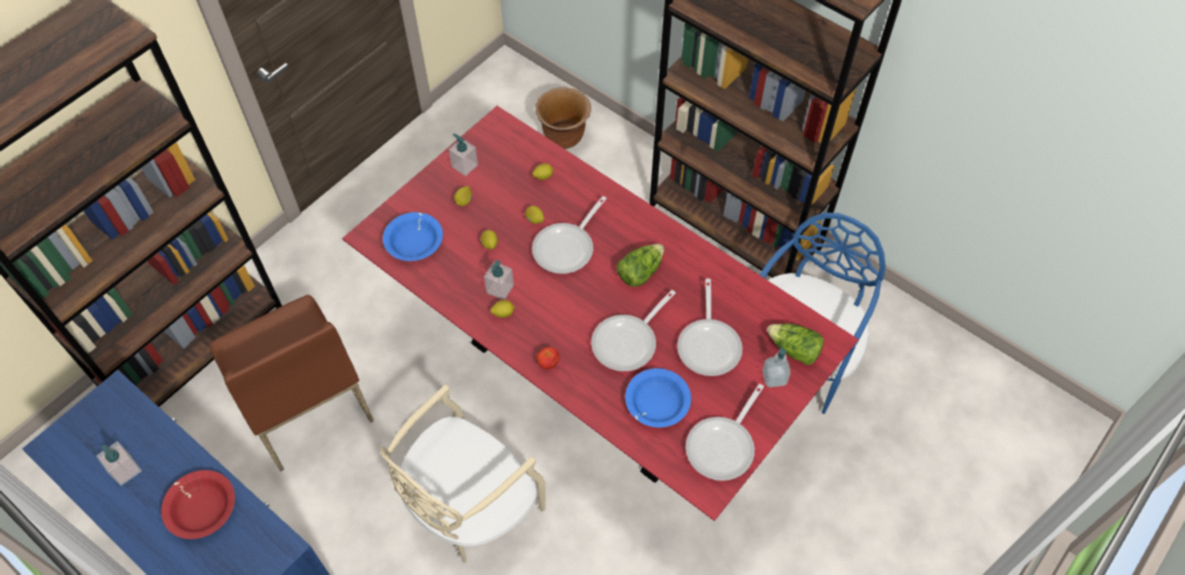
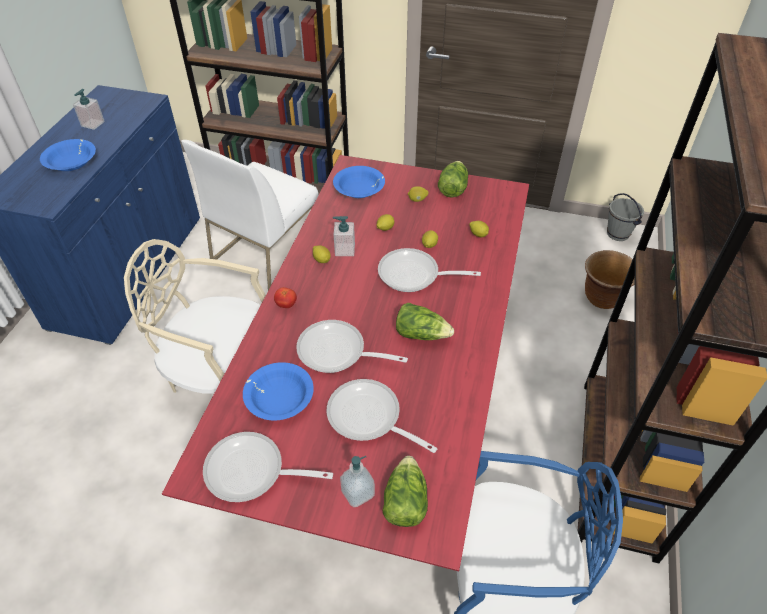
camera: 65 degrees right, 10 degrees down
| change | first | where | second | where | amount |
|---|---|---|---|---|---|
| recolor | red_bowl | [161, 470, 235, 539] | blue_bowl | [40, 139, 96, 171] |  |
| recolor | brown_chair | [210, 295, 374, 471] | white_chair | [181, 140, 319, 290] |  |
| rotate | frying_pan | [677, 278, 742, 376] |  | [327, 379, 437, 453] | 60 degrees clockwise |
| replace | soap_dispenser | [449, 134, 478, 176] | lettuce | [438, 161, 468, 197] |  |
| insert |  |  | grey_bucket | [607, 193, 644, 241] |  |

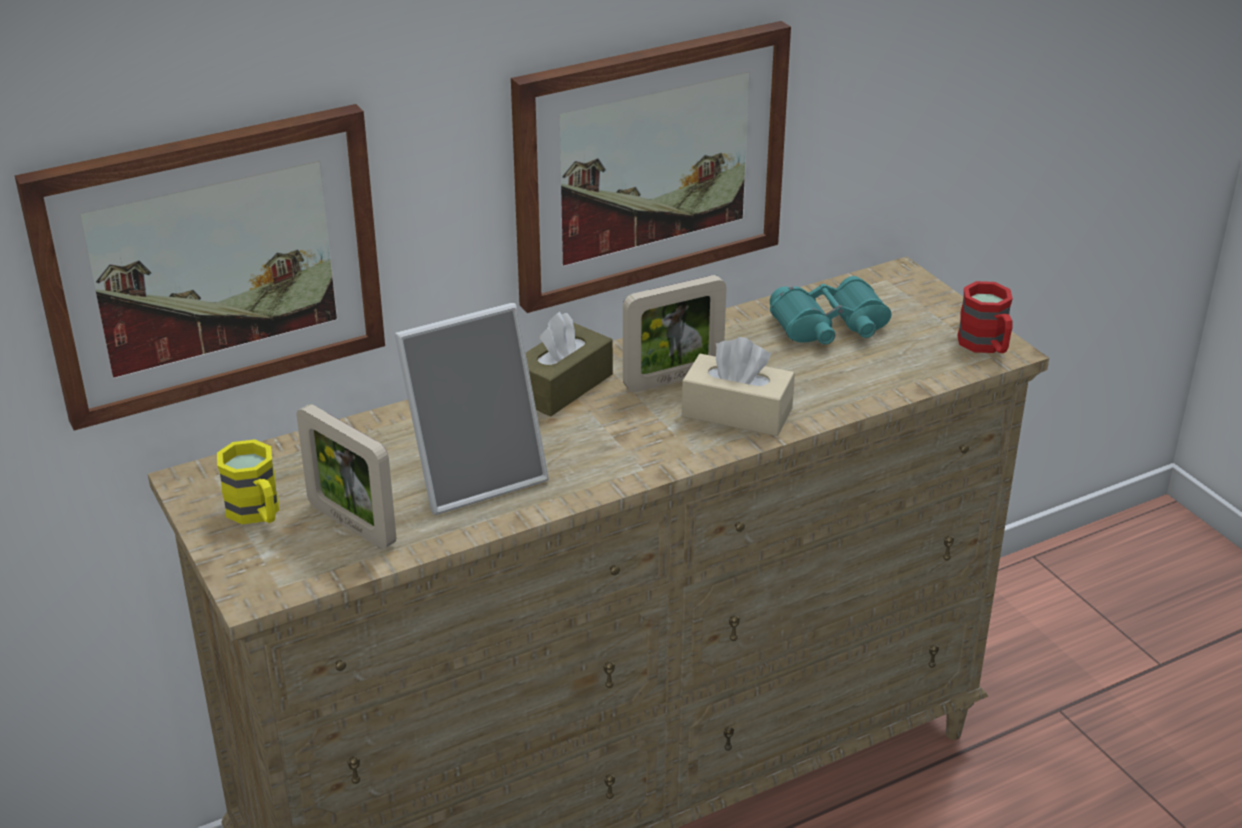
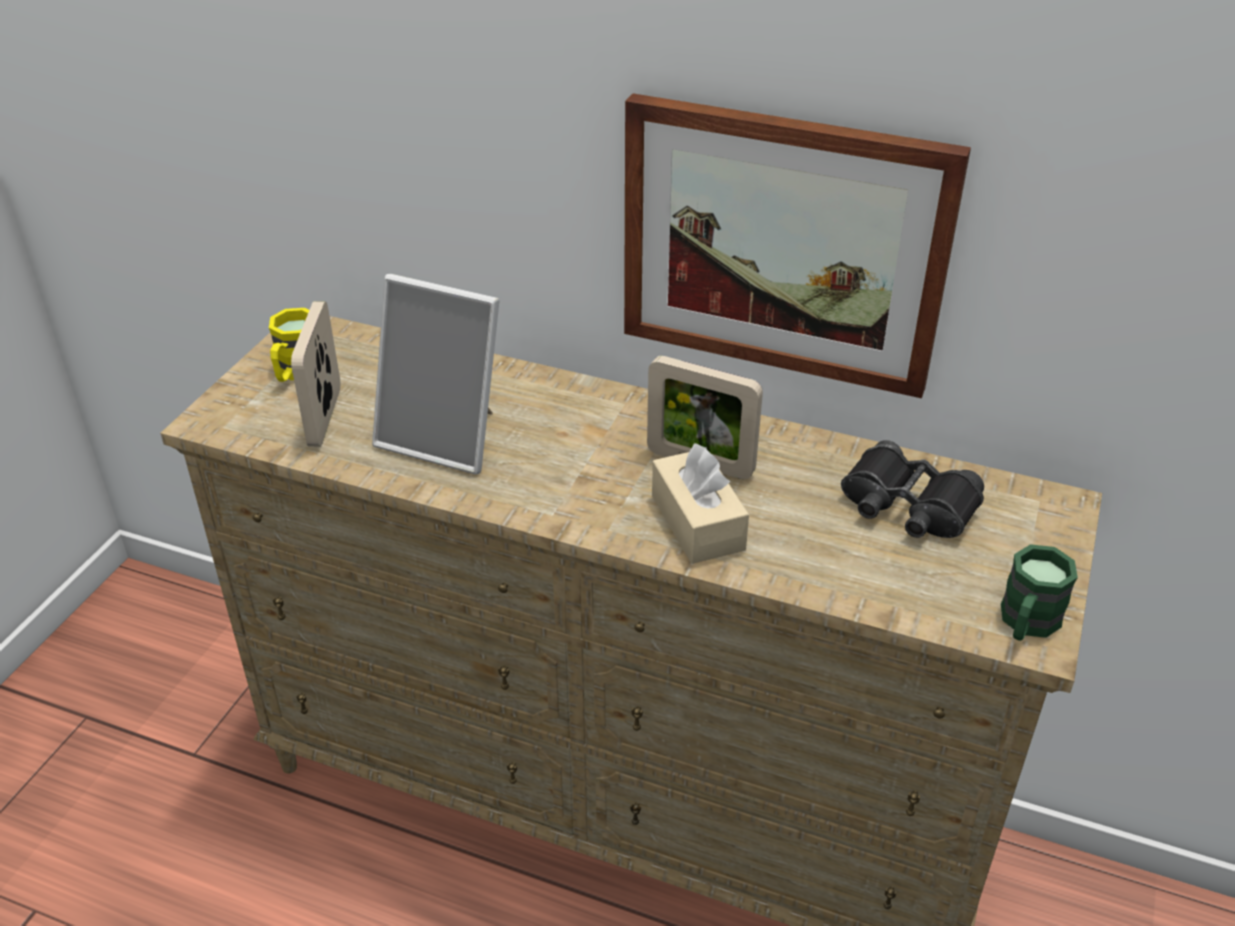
camera: 50 degrees right, 5 degrees up
| change | first | where | second | where | amount |
|---|---|---|---|---|---|
| recolor | turquoise_binoculars | [770, 276, 892, 345] | black_binoculars | [841, 440, 984, 538] |  |
| recolor | red_mug | [957, 281, 1013, 353] | green_mug | [1001, 544, 1078, 641] |  |
| delete | picture | [15, 104, 385, 431] |  |  |  |
| delete | brown_tissue_box | [526, 312, 613, 417] |  |  |  |

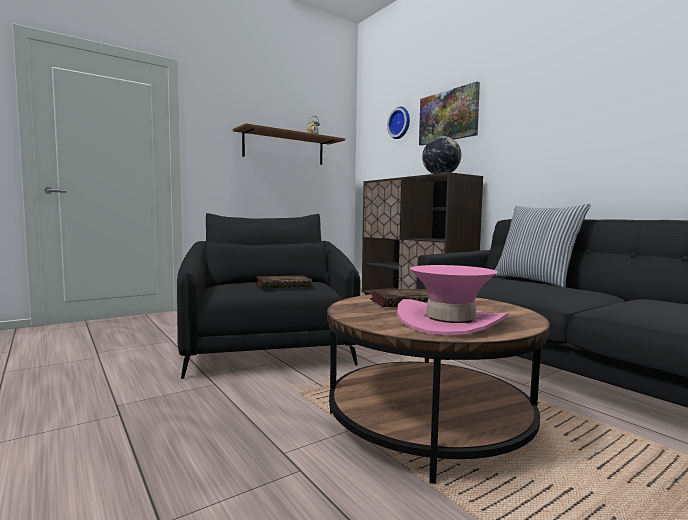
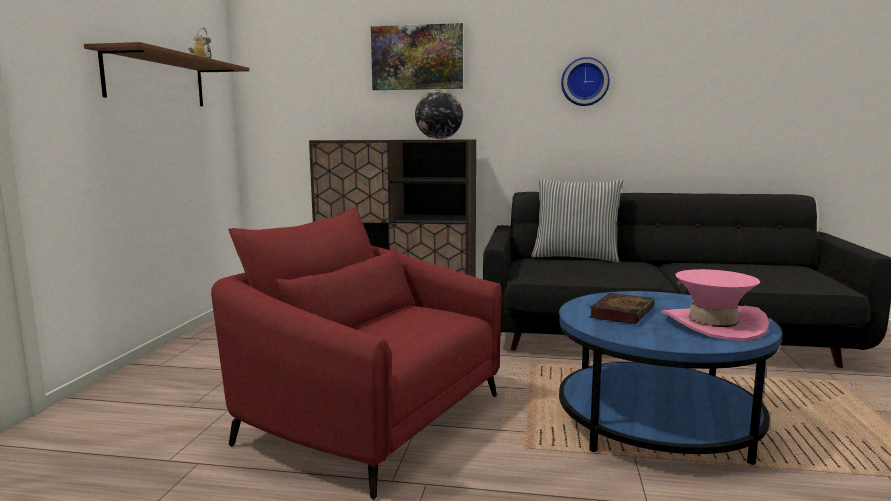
camera: 45 degrees left, 5 degrees up
| change | first | where | second | where | amount |
|---|---|---|---|---|---|
| recolor | black_armchair | [177, 213, 360, 379] | red_armchair | [211, 207, 501, 500] |  |
| recolor | brown_coffee_table | [327, 294, 550, 484] | blue_coffee_table | [559, 291, 782, 465] |  |
| move | wall_clock | [387, 107, 410, 139] |  | [561, 57, 610, 106] |  |
| delete | book | [256, 275, 312, 288] |  |  |  |

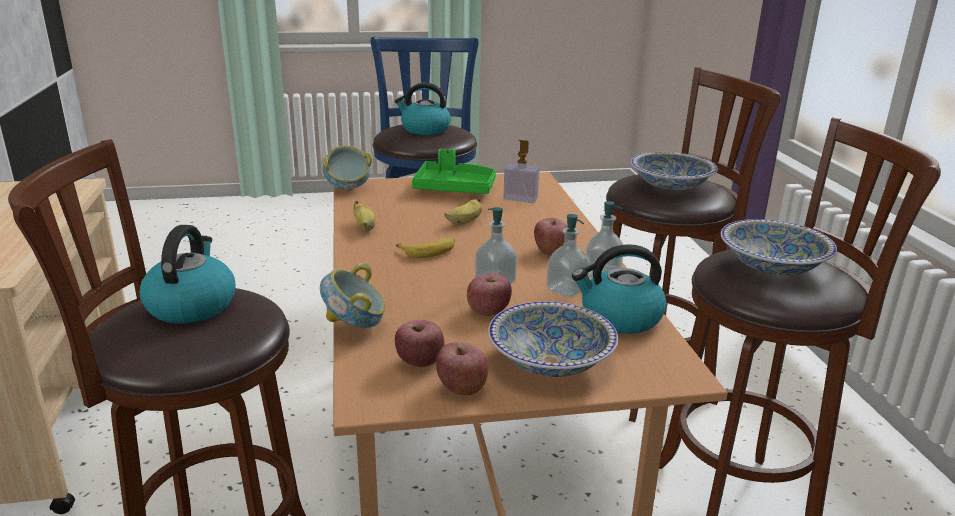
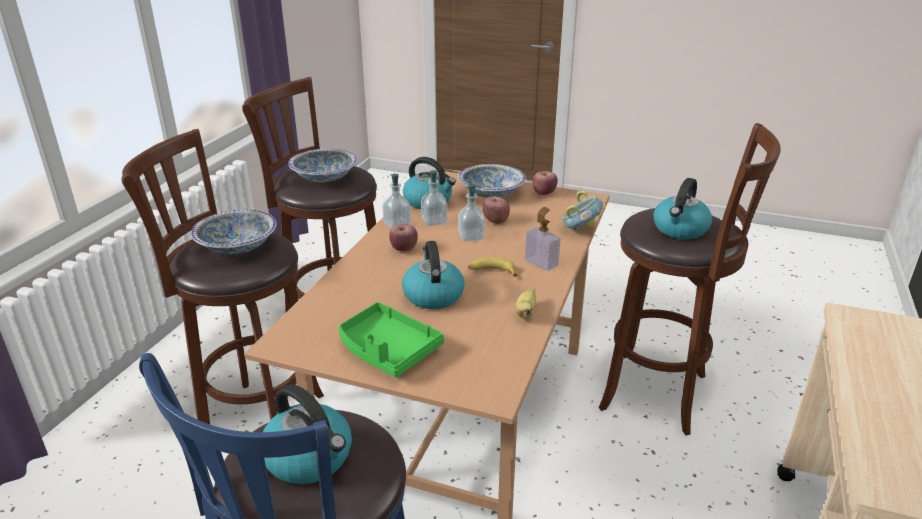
camera: 150 degrees left, 5 degrees up
| change | first | where | second | where | amount |
|---|---|---|---|---|---|
| replace | banana | [444, 197, 482, 225] | kettle | [402, 241, 464, 309] |  |
| move | soap_dispenser | [503, 140, 539, 203] |  | [525, 207, 560, 271] |  |
| delete | bowl | [322, 146, 372, 191] |  |  |  |
| delete | apple | [395, 320, 444, 367] |  |  |  |

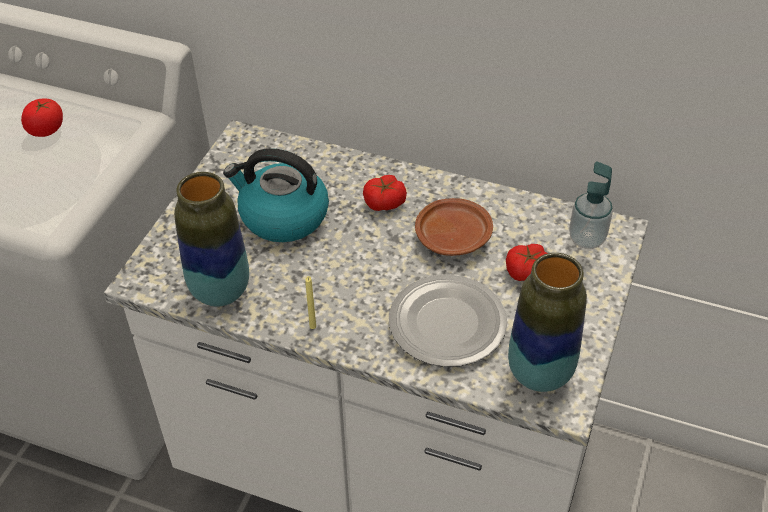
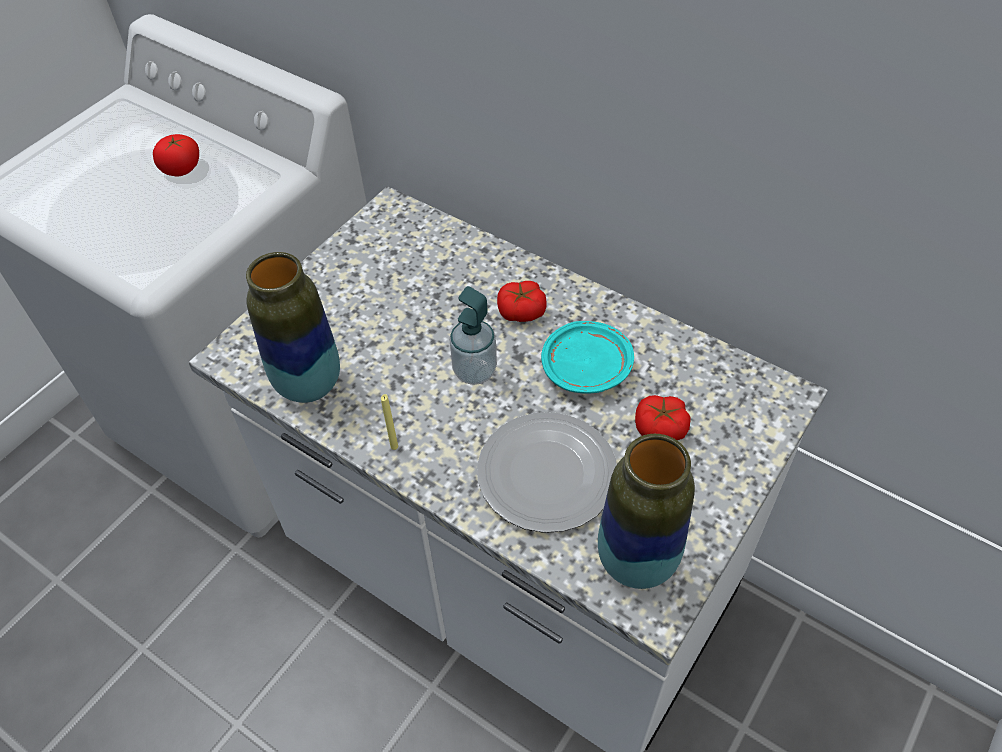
camera: 15 degrees right, 5 degrees up
| change | first | where | second | where | amount |
|---|---|---|---|---|---|
| move | soap_dispenser | [569, 162, 613, 249] |  | [449, 286, 497, 385] |  |
| recolor | brown_plate | [415, 198, 493, 256] | turquoise_plate | [541, 321, 634, 394] |  |
| delete | kettle | [223, 148, 329, 242] |  |  |  |

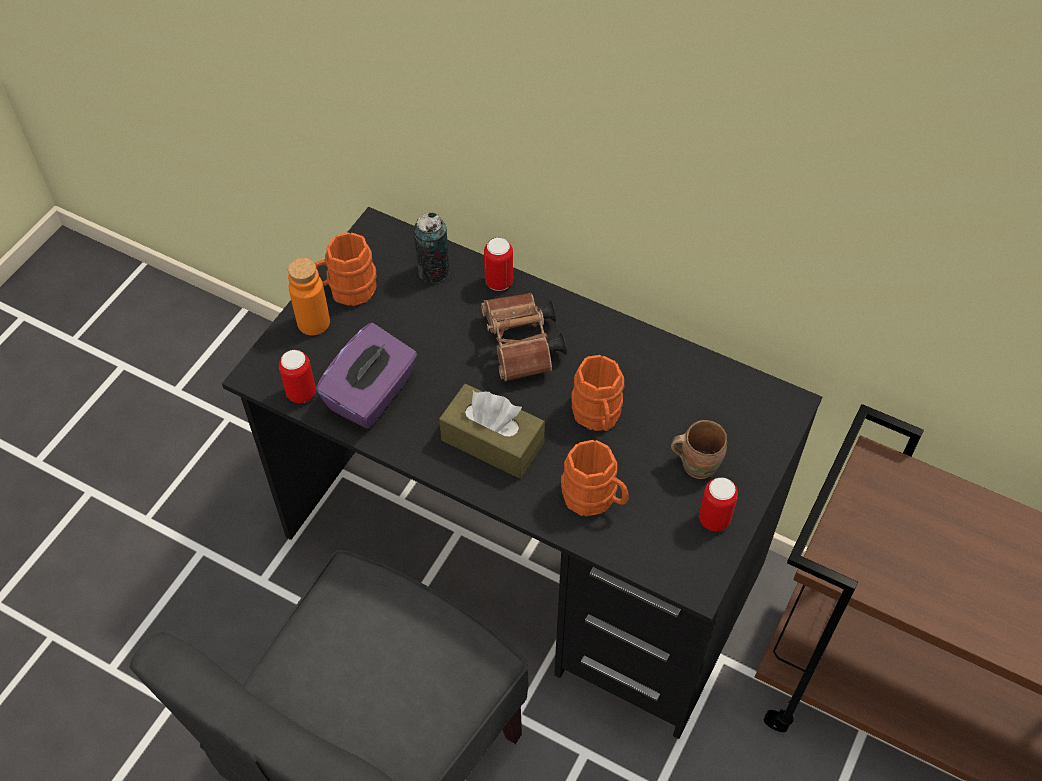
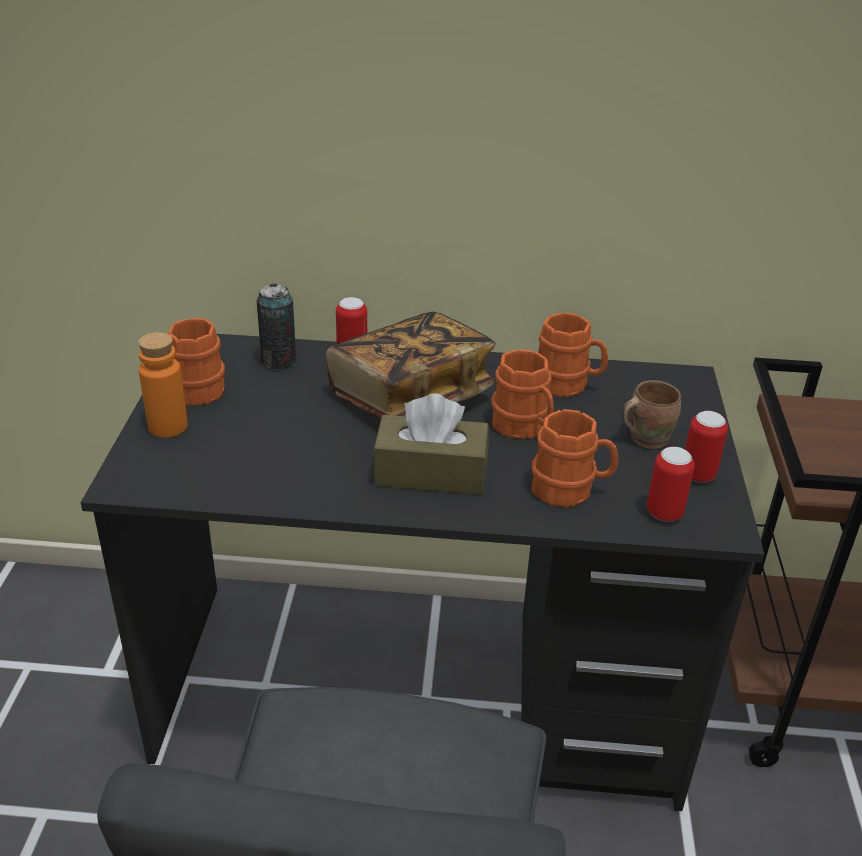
camera: 25 degrees left, 20 degrees down
| change | first | where | second | where | amount |
|---|---|---|---|---|---|
| replace | brown_binoculars | [481, 293, 567, 381] | book | [326, 311, 496, 419] |  |
| insert |  |  | orange_mug | [538, 313, 608, 398] |  |
| move | can | [279, 350, 316, 403] |  | [647, 447, 695, 521] |  |
| delete | purple_tissue_box | [316, 323, 417, 428] |  |  |  |

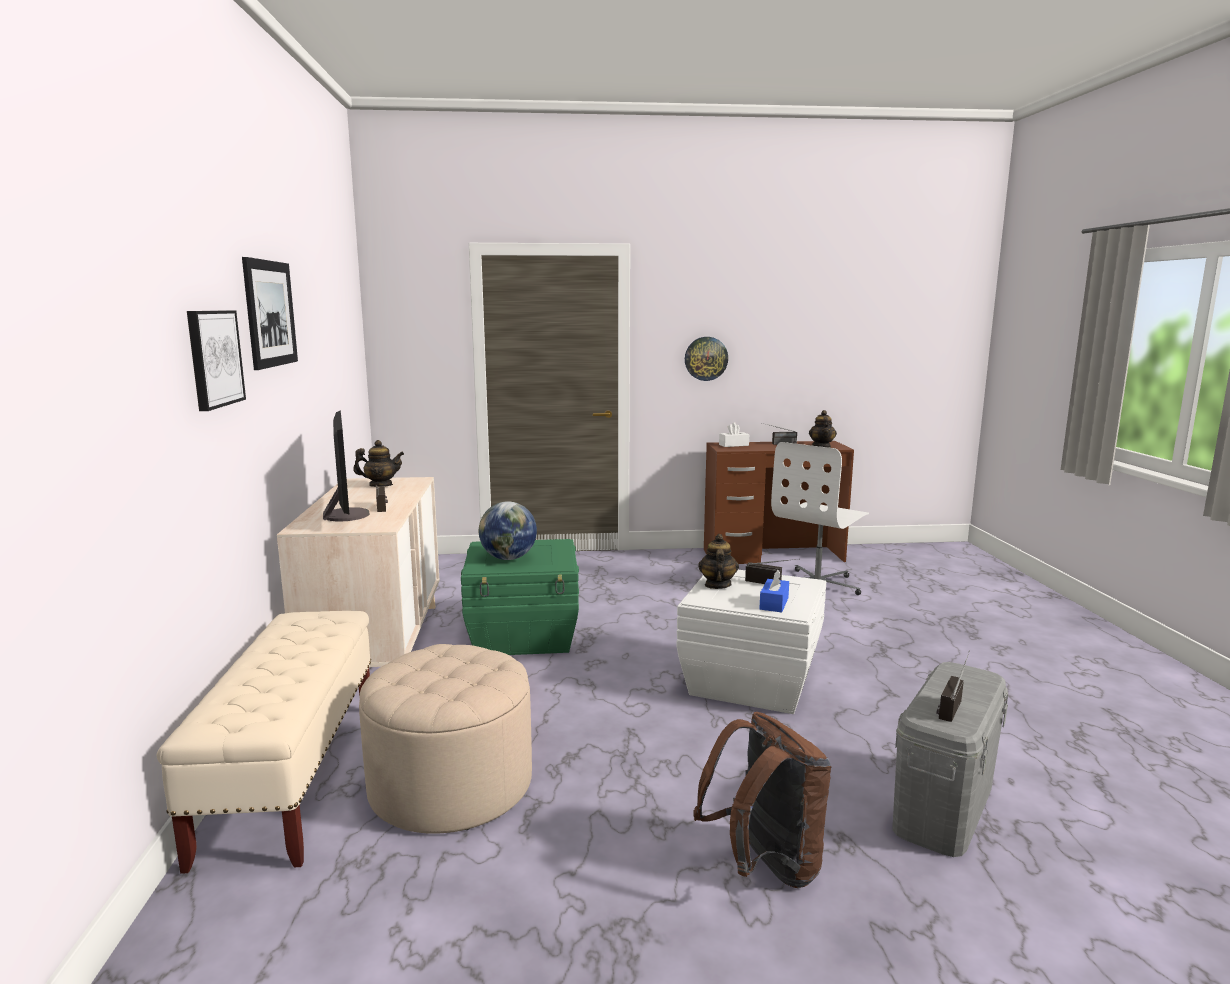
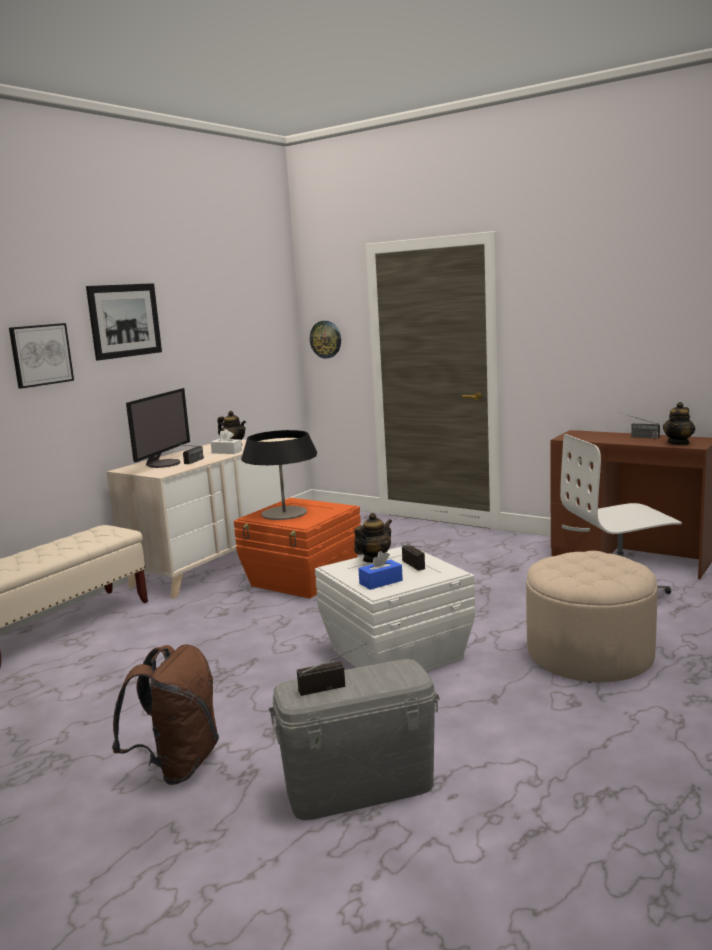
camera: 40 degrees right, 0 degrees up
| change | first | where | second | where | amount |
|---|---|---|---|---|---|
| move | white_tissue_box | [719, 422, 749, 447] |  | [211, 429, 242, 454] |  |
| recolor | green_storage_box | [461, 539, 579, 655] | orange_storage_box | [234, 498, 361, 599] |  |
| replace | globe | [479, 501, 537, 560] | table_lamp | [241, 430, 317, 520] |  |
| move | wall_clock | [685, 337, 728, 381] |  | [310, 321, 341, 358] |  |
| move | beige_ottoman | [359, 644, 532, 834] |  | [526, 551, 658, 683] |  |

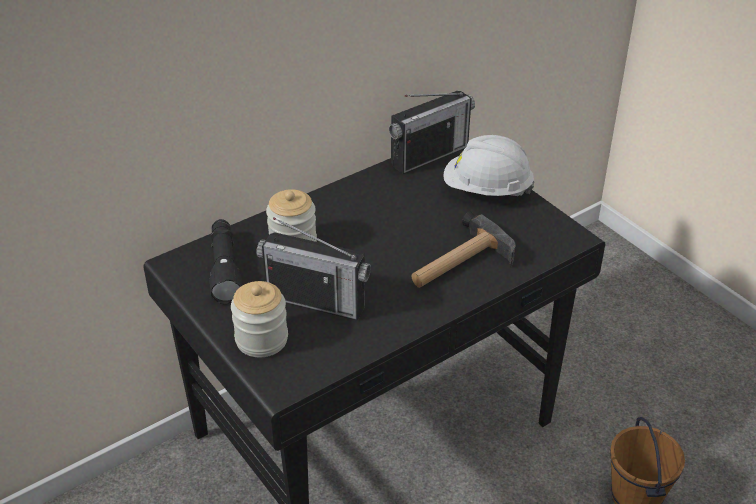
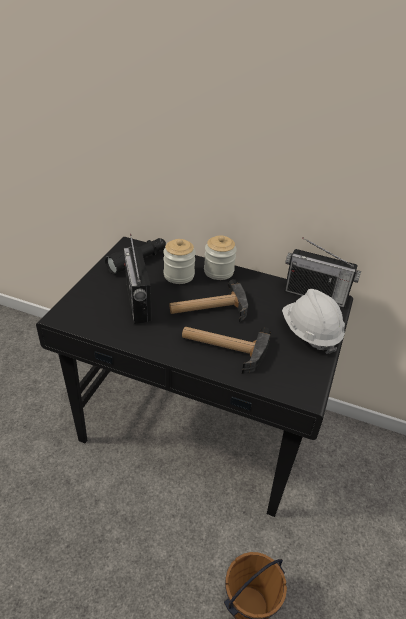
camera: 55 degrees right, 0 degrees up
| change | first | where | second | where | amount |
|---|---|---|---|---|---|
| insert |  |  | hammer | [170, 279, 248, 322] |  |
| move | jar | [231, 281, 288, 357] |  | [204, 236, 237, 280] |  |

